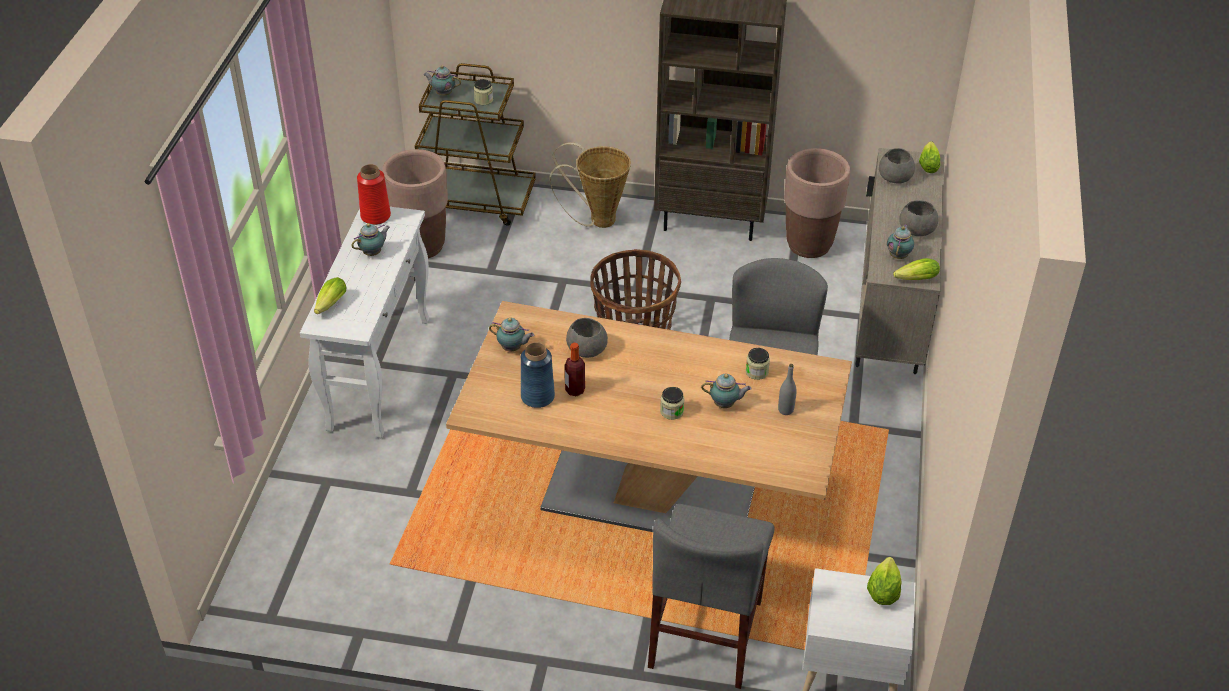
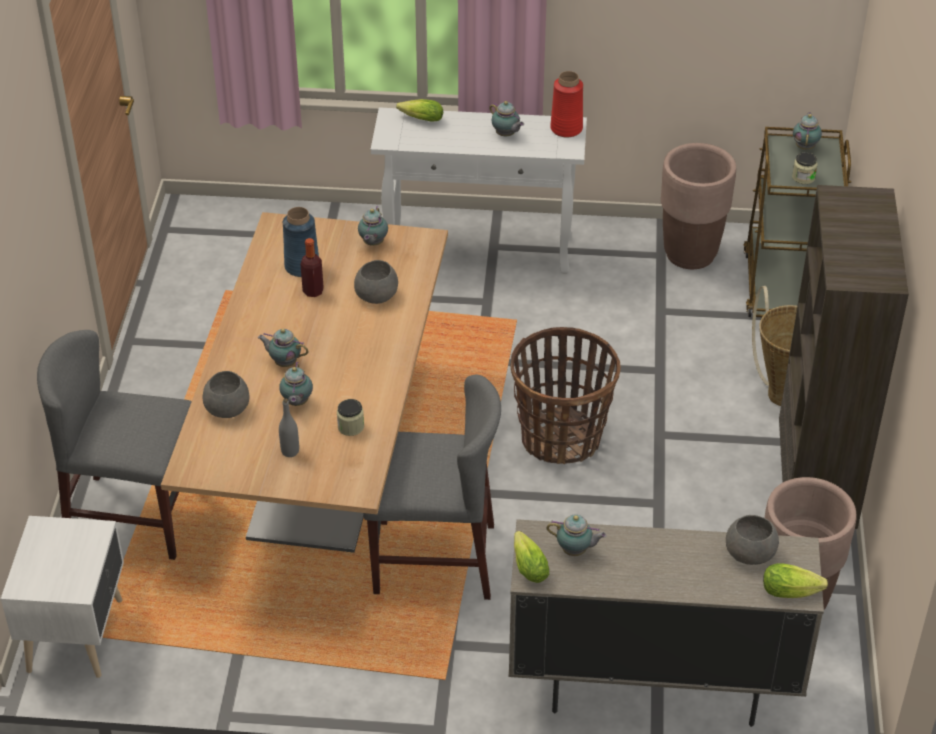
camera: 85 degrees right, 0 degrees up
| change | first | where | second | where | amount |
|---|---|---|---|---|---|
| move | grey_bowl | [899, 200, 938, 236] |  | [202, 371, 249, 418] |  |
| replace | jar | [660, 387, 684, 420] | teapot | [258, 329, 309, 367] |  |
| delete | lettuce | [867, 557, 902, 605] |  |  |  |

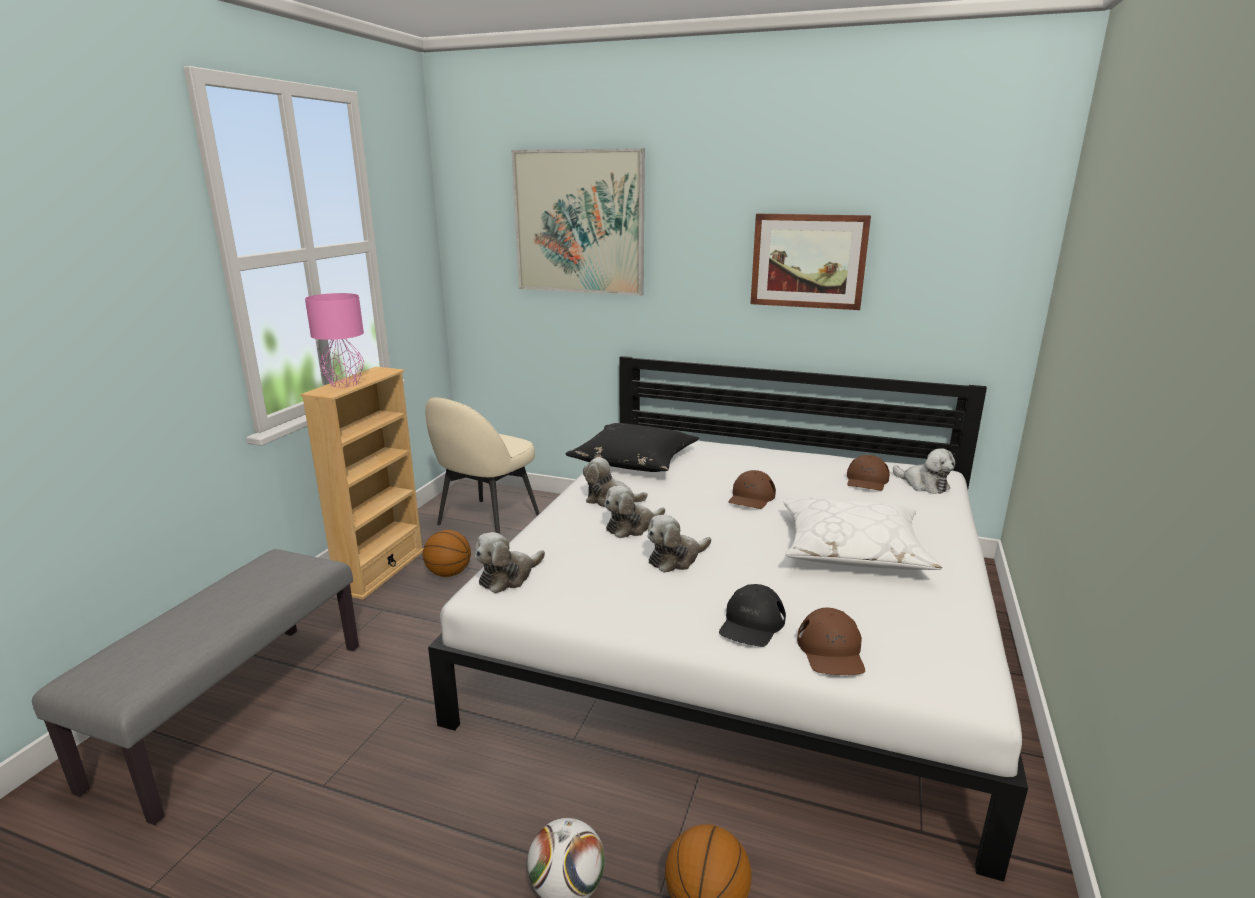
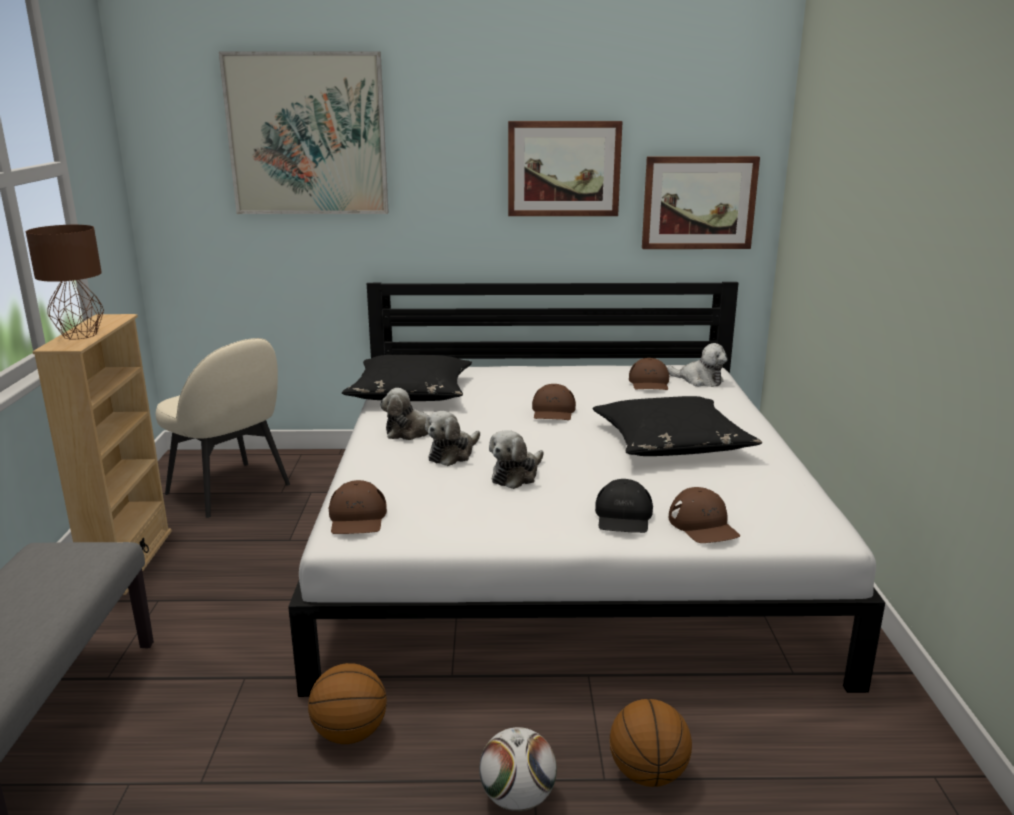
camera: 20 degrees left, 0 degrees up
| change | first | where | second | where | amount |
|---|---|---|---|---|---|
| recolor | pink_table_lamp | [305, 293, 364, 388] | brown_table_lamp | [26, 225, 104, 339] |  |
| rotate | beige_chair | [425, 397, 540, 534] |  | [156, 338, 290, 518] | 60 degrees counterclockwise |
| move | basketball | [423, 530, 471, 577] |  | [308, 663, 387, 744] |  |
| replace | plush_toy | [475, 532, 545, 593] | brown_cap | [328, 480, 387, 534] |  |
| recolor | white_pillow | [783, 498, 942, 570] | black_pillow | [593, 396, 762, 456] |  |
| insert |  |  | picture | [642, 156, 760, 249] |  |

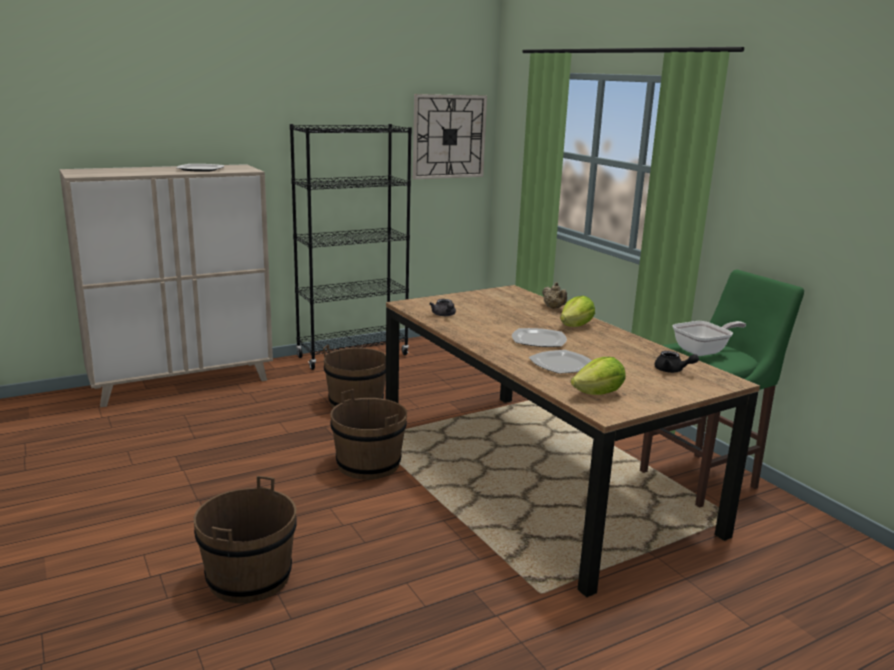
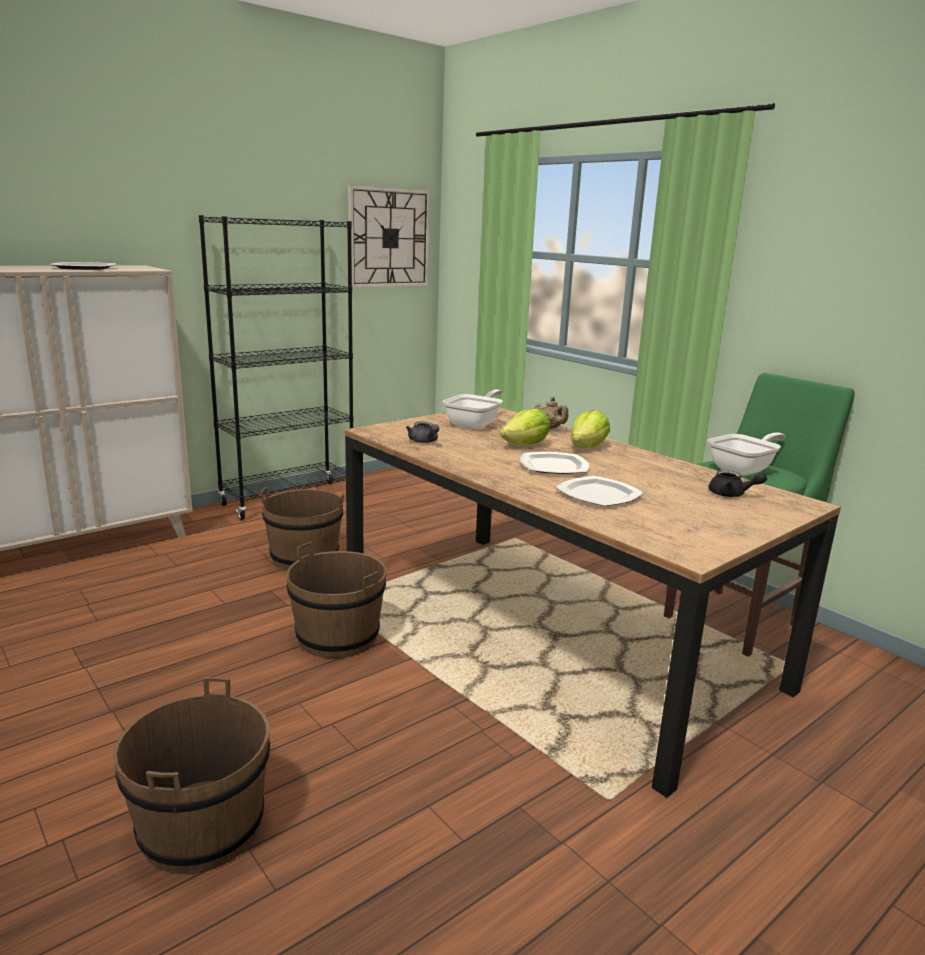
camera: 10 degrees left, 0 degrees up
| change | first | where | second | where | amount |
|---|---|---|---|---|---|
| insert |  |  | frying_pan | [443, 390, 503, 429] |  |
| move | lettuce | [571, 357, 626, 395] |  | [500, 408, 550, 445] |  |

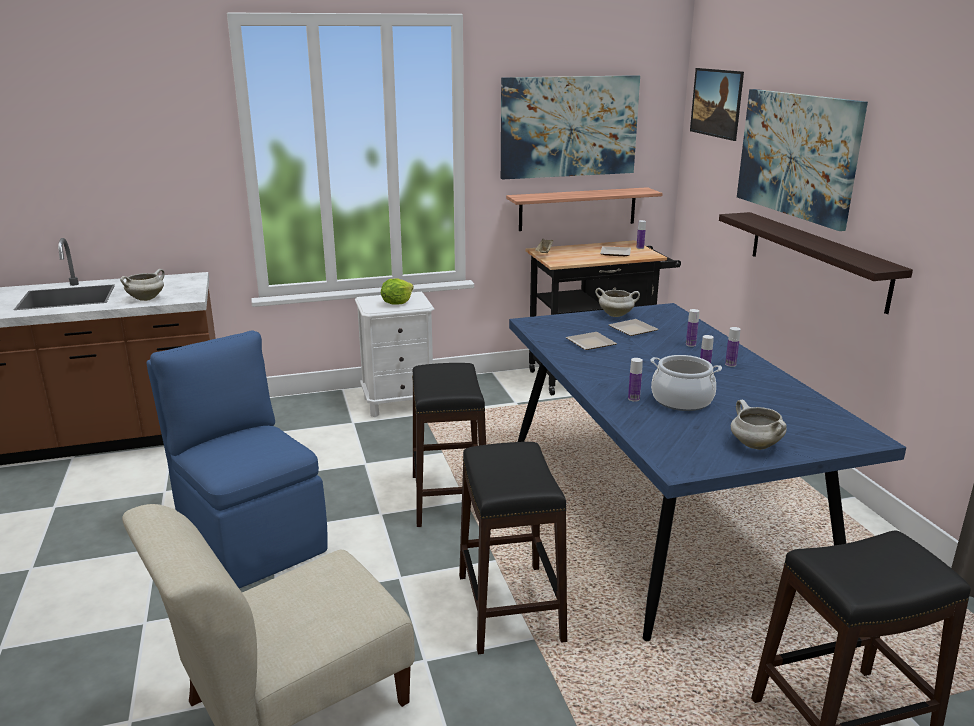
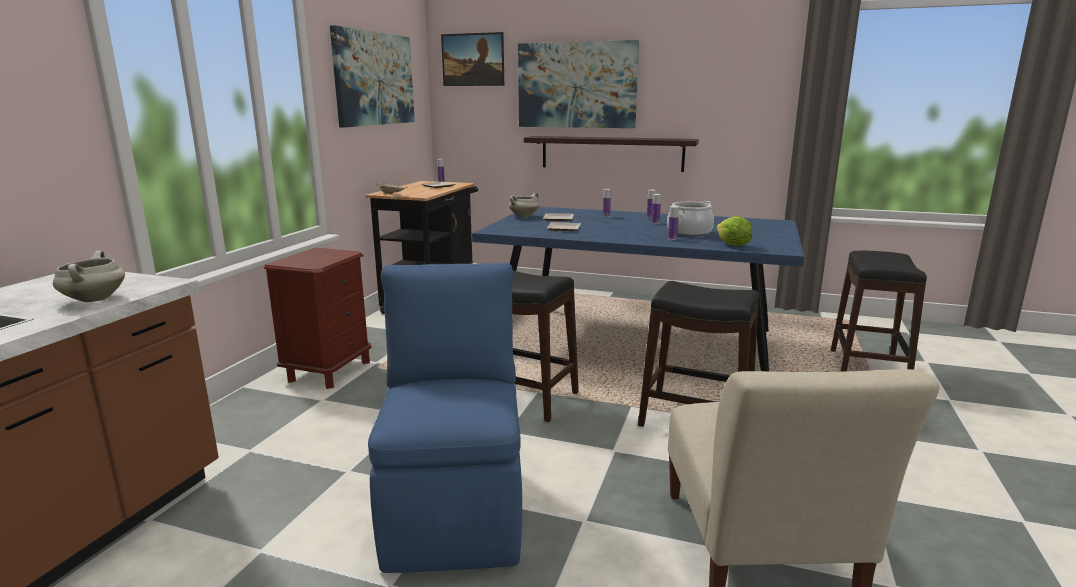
camera: 55 degrees left, 5 degrees down
| change | first | where | second | where | amount |
|---|---|---|---|---|---|
| recolor | white_nightstand | [355, 292, 434, 417] | brown_nightstand | [264, 248, 372, 389] |  |
| rotate | blue_chair | [147, 330, 328, 588] |  | [368, 263, 522, 573] | 90 degrees clockwise |
| move | lettuce | [381, 279, 414, 304] |  | [717, 216, 752, 246] |  |
| delete | shelf | [506, 187, 663, 231] |  |  |  |
| delete | white_cooking_pot | [731, 400, 787, 450] |  |  |  |

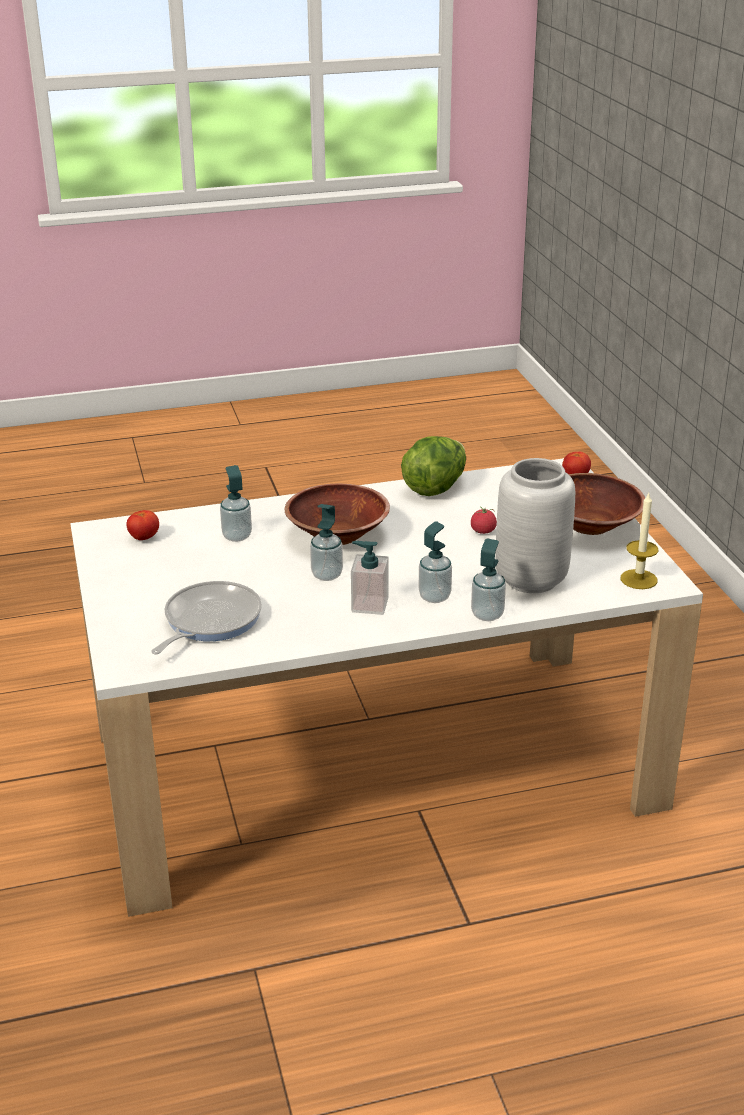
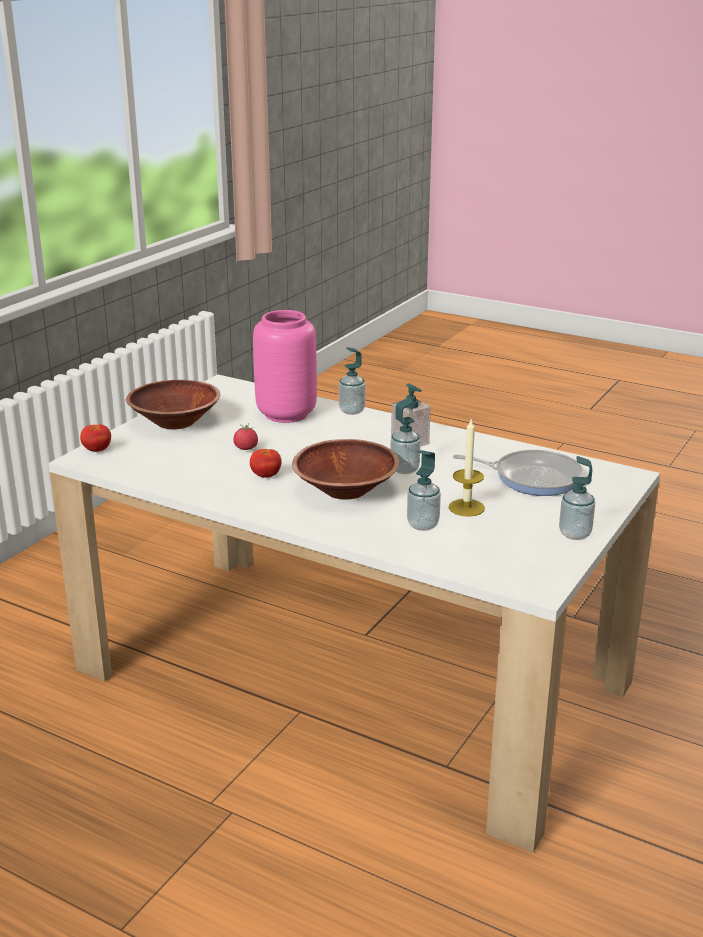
camera: 135 degrees left, 5 degrees down
| change | first | where | second | where | amount |
|---|---|---|---|---|---|
| move | tomato | [126, 510, 159, 540] |  | [250, 449, 281, 478] |  |
| recolor | grey_vase | [495, 458, 575, 593] | pink_vase | [253, 310, 317, 423] |  |
| move | candle | [621, 493, 658, 589] |  | [449, 420, 485, 517] |  |
| rotate | frying_pan | [151, 581, 262, 655] |  | [453, 450, 584, 496] | 150 degrees counterclockwise |
| move | soap_dispenser | [419, 521, 452, 603] |  | [559, 456, 595, 540] |  |
| delete | lettuce | [401, 436, 466, 496] |  |  |  |

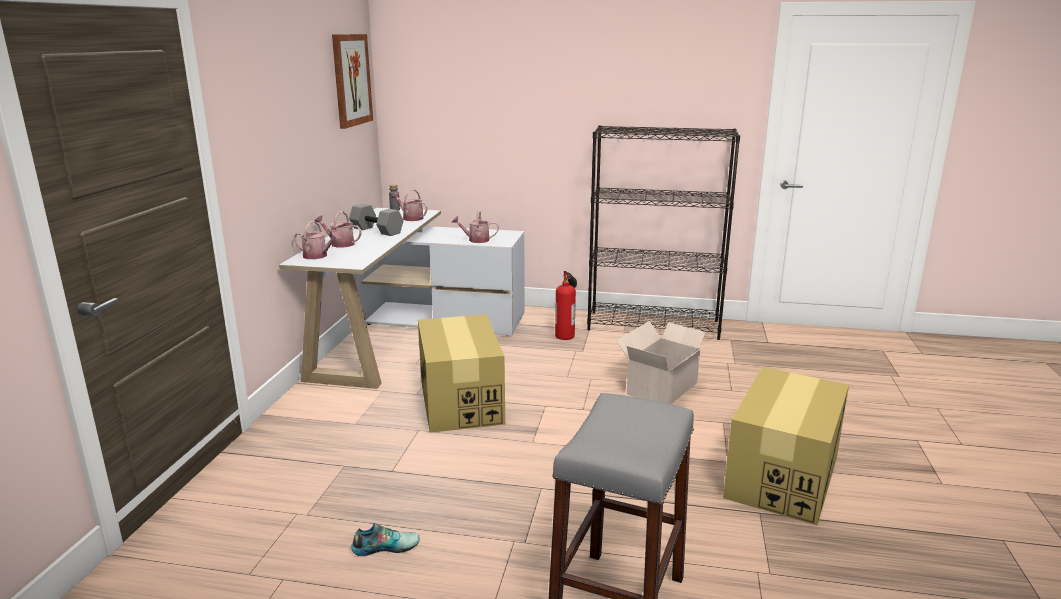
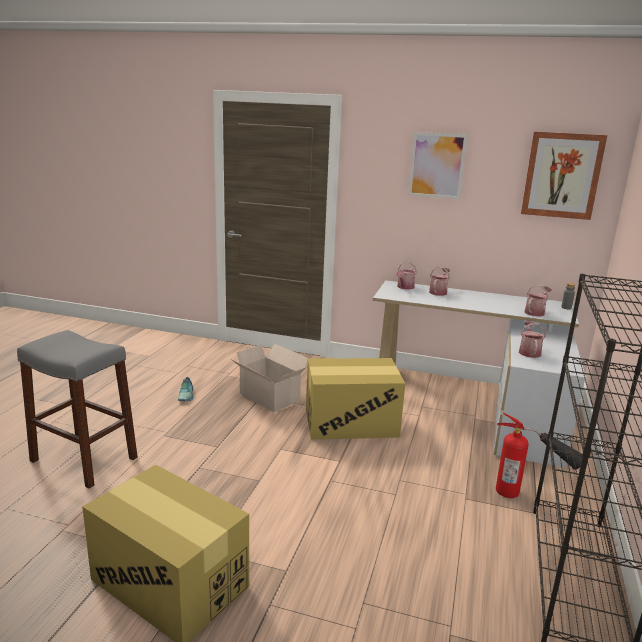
camera: 95 degrees right, 0 degrees up
| change | first | where | second | where | amount |
|---|---|---|---|---|---|
| move | cardboard_box | [616, 321, 716, 404] |  | [231, 344, 309, 412] |  |
| insert |  |  | picture | [408, 132, 467, 199] |  |
| delete | grey_dumbbell | [349, 204, 404, 236] |  |  |  |

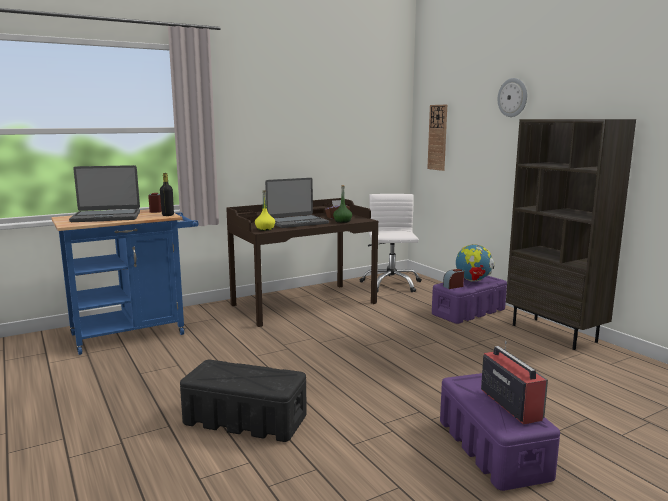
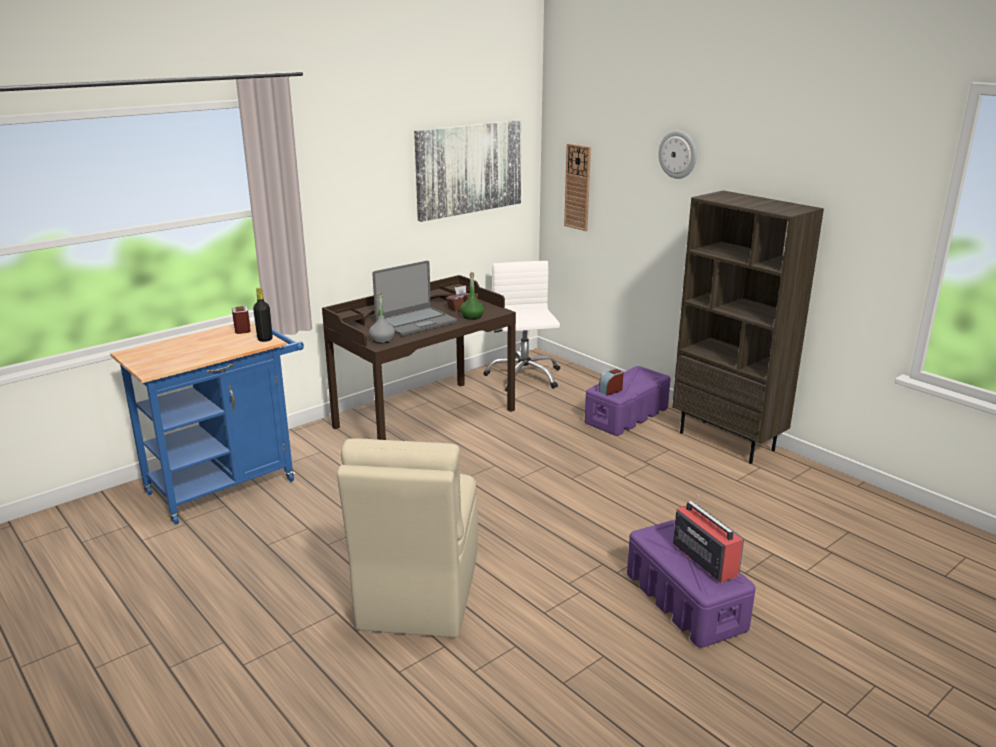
camera: 10 degrees left, 10 degrees up
| change | first | where | second | where | amount |
|---|---|---|---|---|---|
| replace | black_storage_box | [180, 360, 307, 442] | beige_chair | [337, 438, 478, 637] |  |
| recolor | yellow_bottle | [255, 190, 275, 231] | grey_bottle | [369, 293, 395, 344] |  |
| insert |  |  | picture | [414, 120, 522, 222] |  |
| delete | laptop | [69, 165, 140, 222] |  |  |  |
| delete | globe | [456, 244, 494, 282] |  |  |  |

